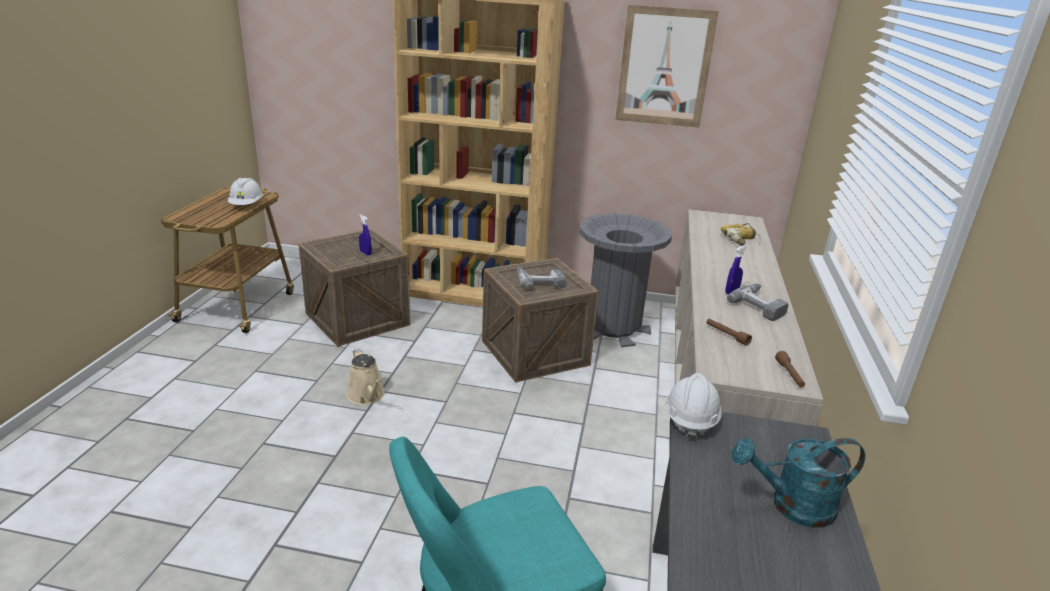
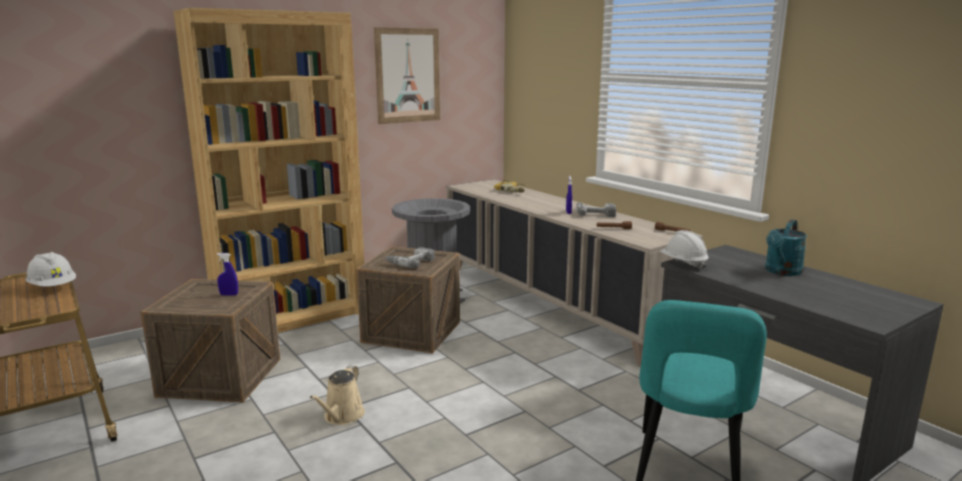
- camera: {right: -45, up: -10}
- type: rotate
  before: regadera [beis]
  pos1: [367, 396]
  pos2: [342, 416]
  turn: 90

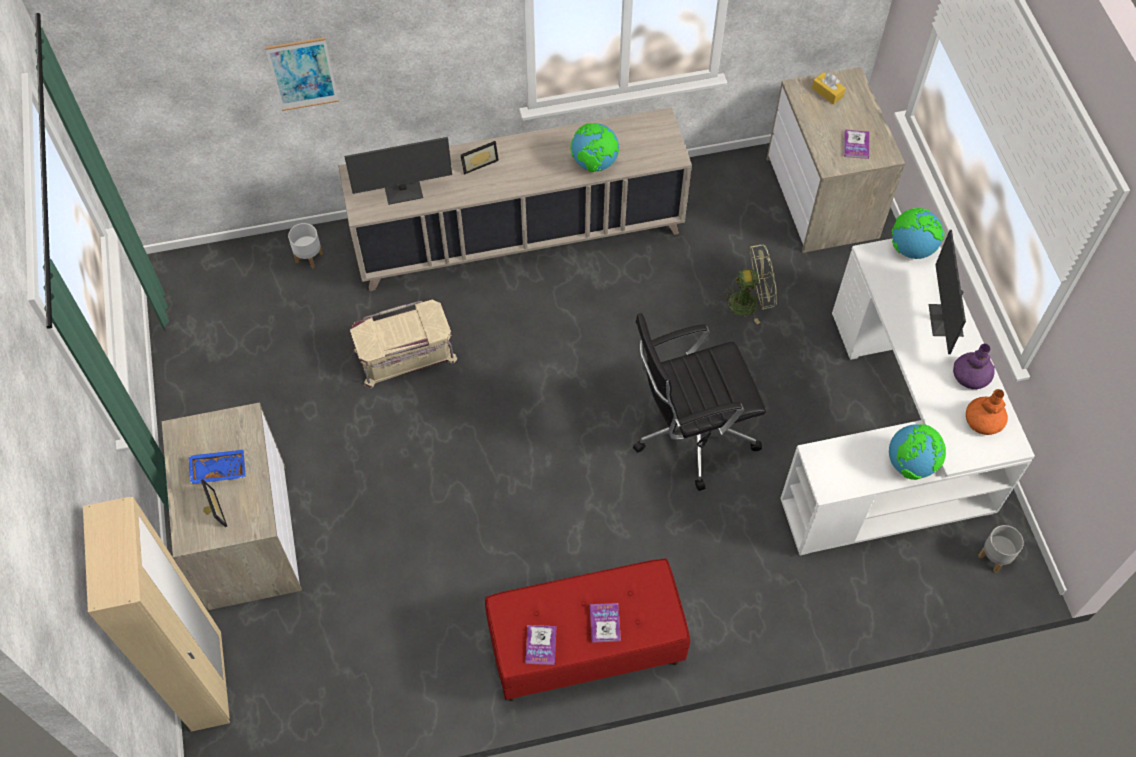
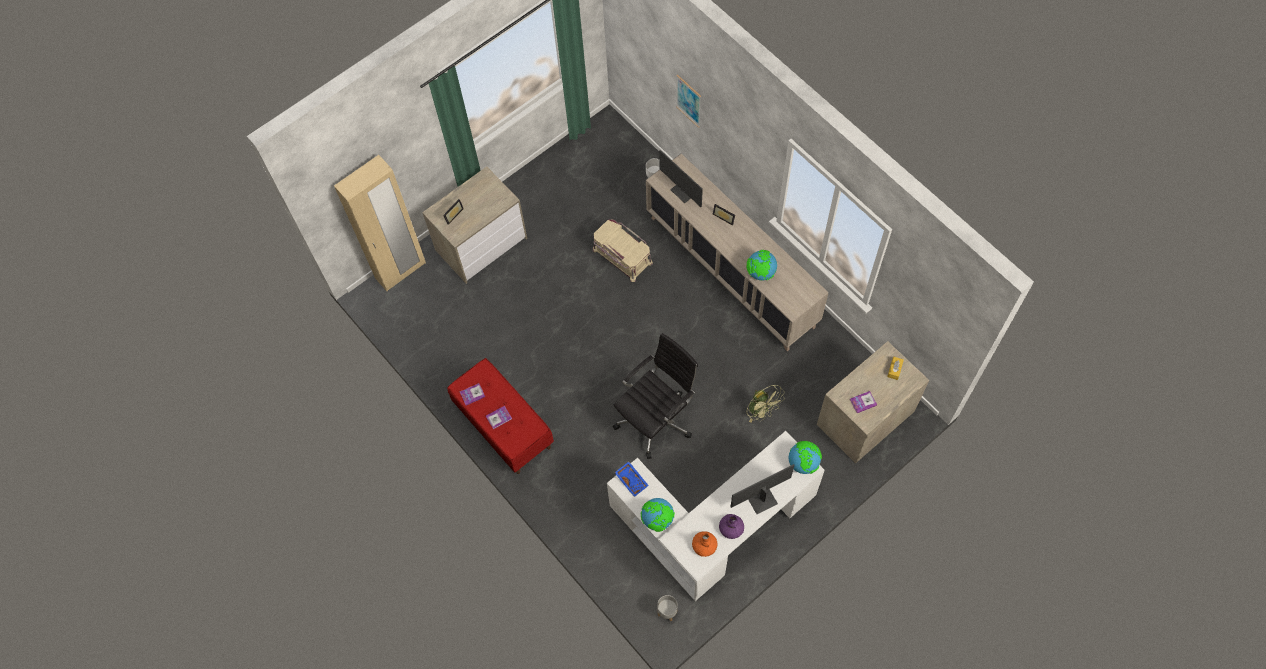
- camera: {right: 65, up: 5}
- type: rotate
  before: silla de oficina [negro]
  pos1: [690, 433]
  pos2: [656, 418]
  turn: 90
- type: move
  before: bandeja [azul]
  pos1: [218, 469]
  pos2: [632, 480]

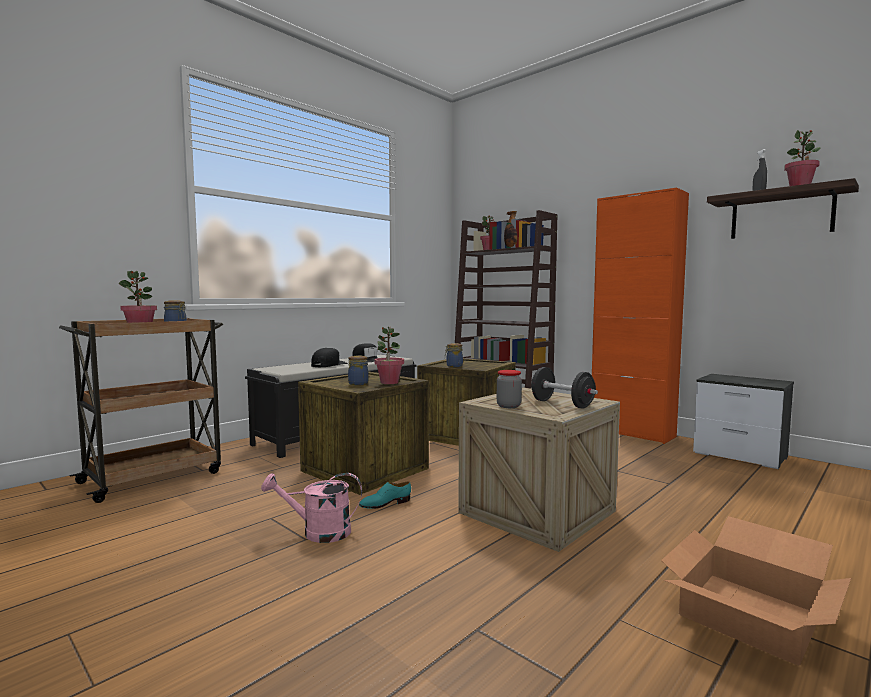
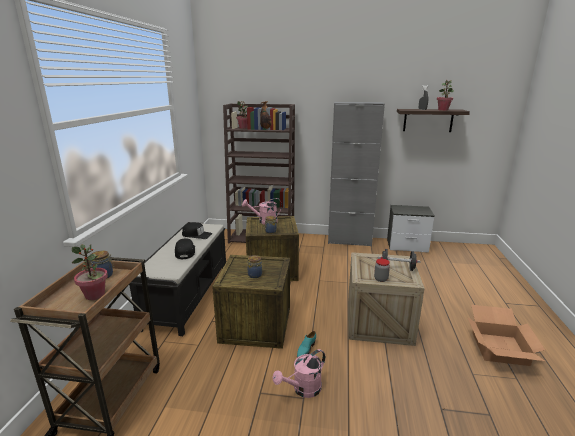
- camera: {right: -35, up: 15}
- type: recolor
  before: armario [naranja]
  after: armario [gris]
  pos1: [632, 433]
  pos2: [349, 241]
- type: delete
  before: planta en maceta
  pos1: [389, 382]
- type: insert
  after: regadera [rosa]
  pos2: [264, 221]

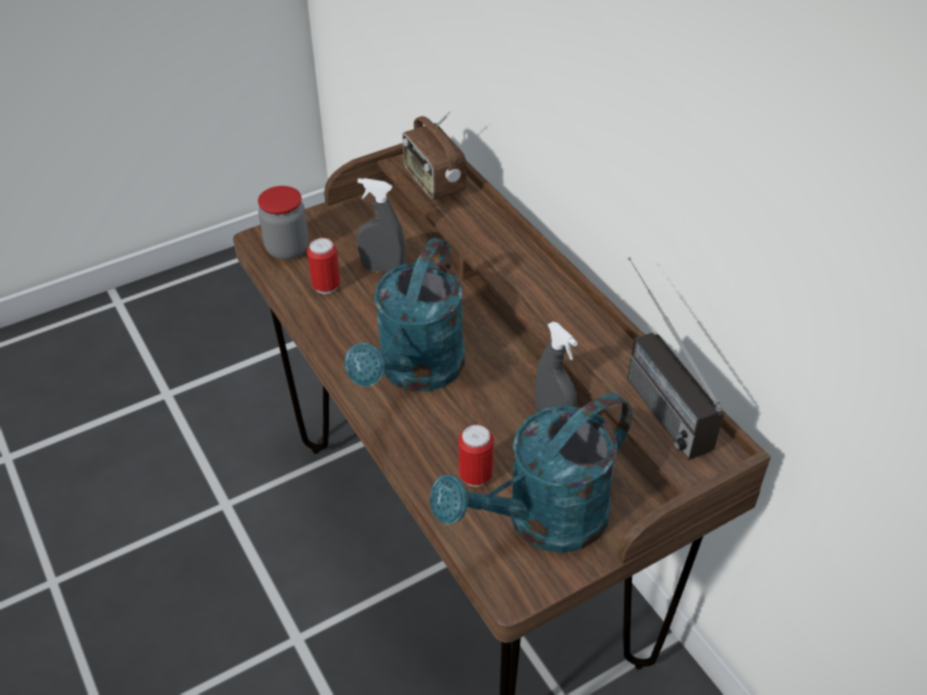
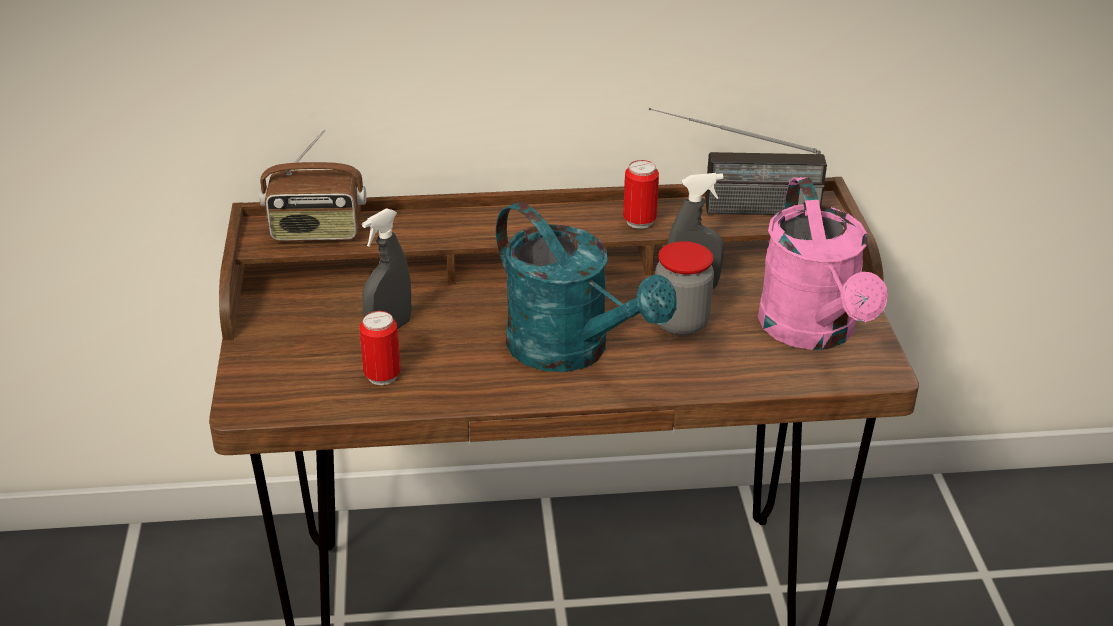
- camera: {right: -65, up: -10}
- type: move
  before: tarro
  pos1: [287, 249]
  pos2: [680, 323]
- type: recolor
  before: regadera [turquesa]
  after: regadera [rosa]
  pos1: [542, 522]
  pos2: [813, 332]
- type: move
  before: lata
  pos1: [475, 476]
  pos2: [639, 221]

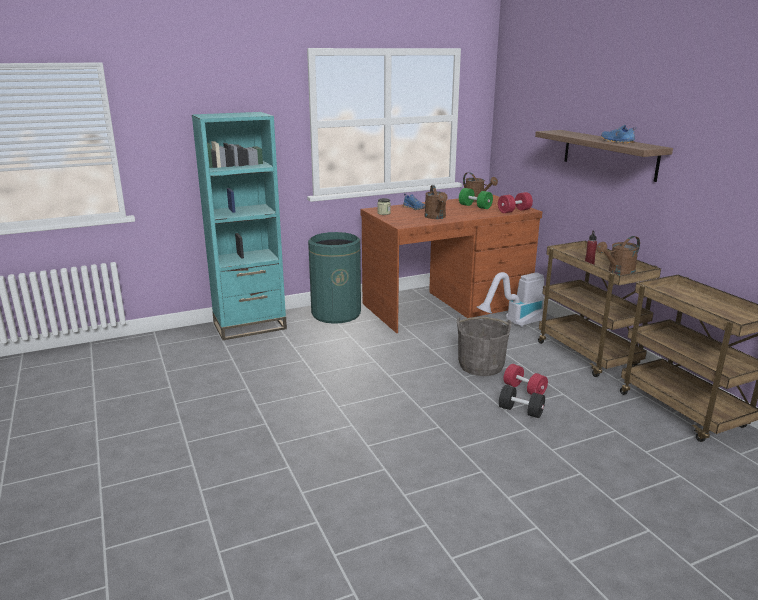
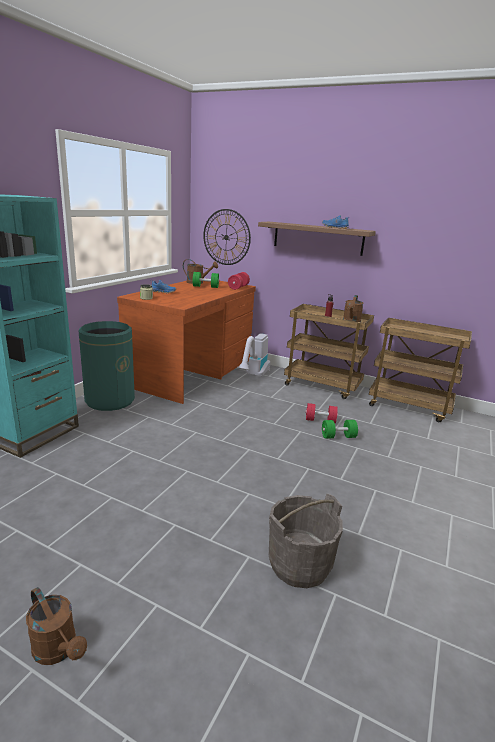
- camera: {right: -40, up: 0}
- type: move
  before: regadera [marrón]
  pos1: [436, 217]
  pos2: [59, 650]
- type: move
  before: cubo [gris]
  pos1: [481, 366]
  pos2: [299, 564]
- type: recolor
  before: mancuerna [negro]
  after: mancuerna [verde]
  pos1: [520, 411]
  pos2: [338, 436]
- type: insert
  after: reloj de pared
  pos2: [226, 237]

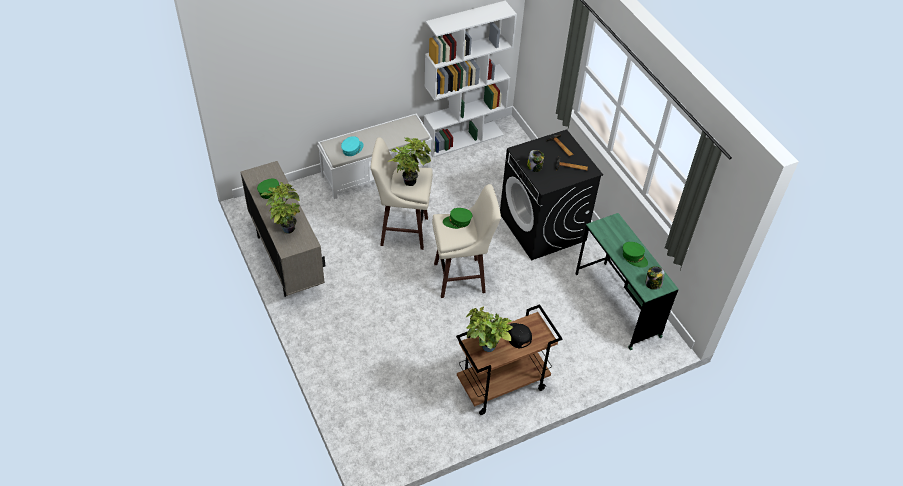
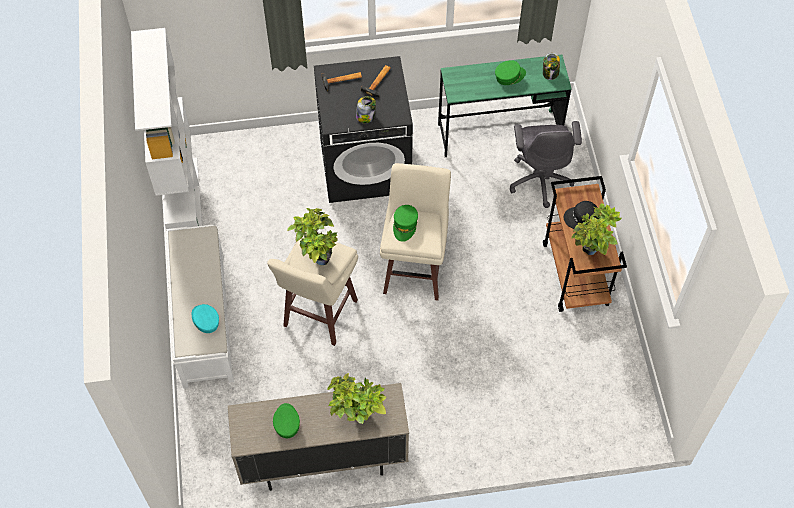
- camera: {right: -70, up: 10}
- type: insert
  after: silla de oficina [gris]
  pos2: [540, 179]

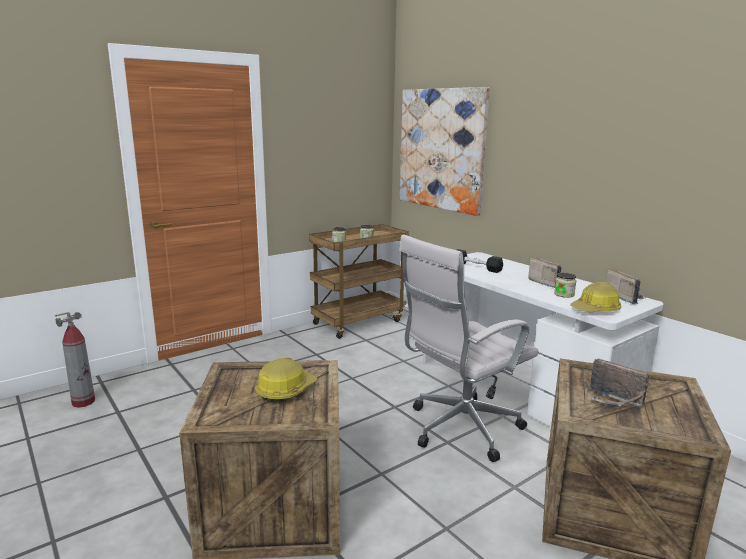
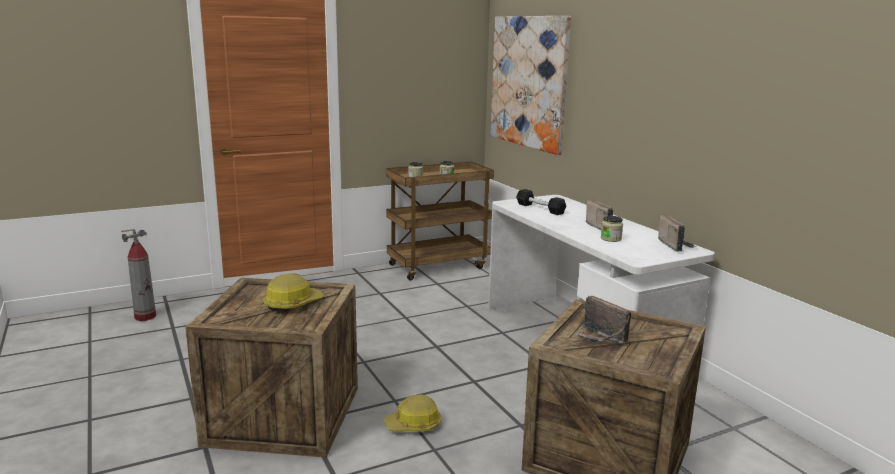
- camera: {right: 10, up: 0}
- type: delete
  before: silla de oficina [blanco]
  pos1: [459, 429]
- type: move
  before: casco
  pos1: [595, 310]
  pos2: [414, 425]

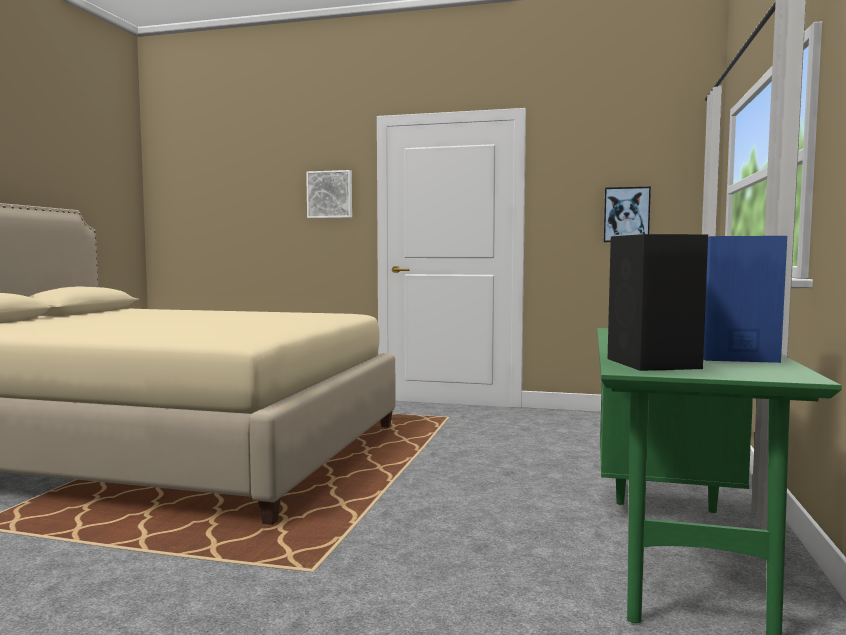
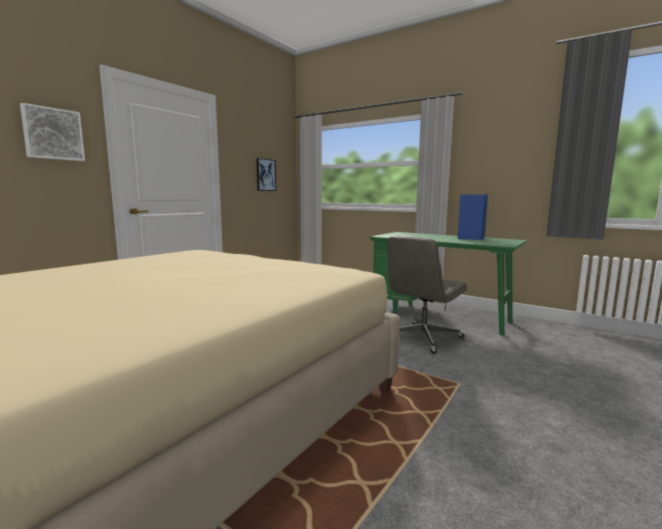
- camera: {right: -70, up: 5}
- type: delete
  before: altavoz [negro]
  pos1: [654, 364]
- type: insert
  after: silla de oficina [gris]
  pos2: [422, 338]

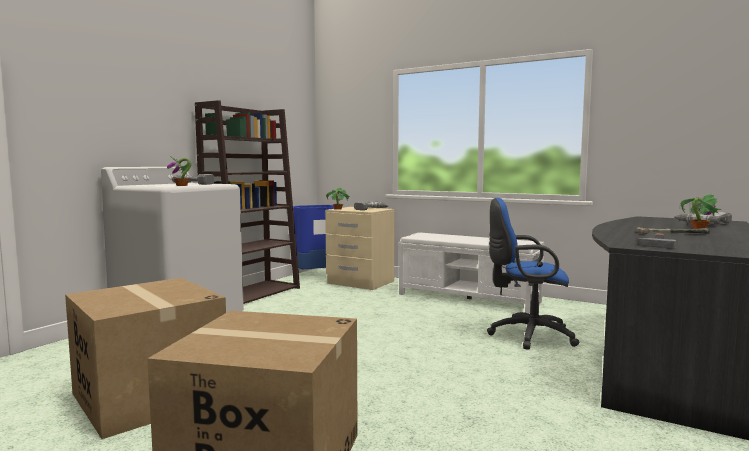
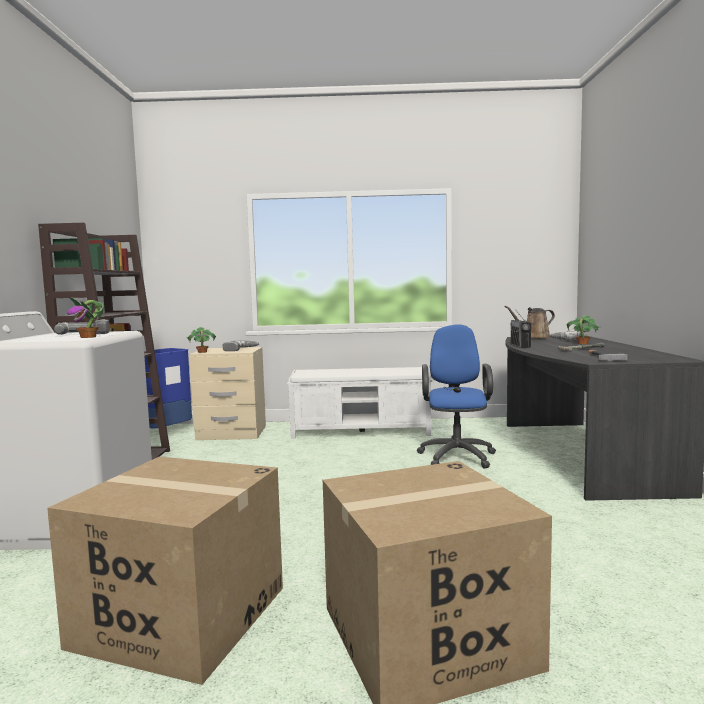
- camera: {right: -30, up: 0}
- type: rotate
  before: silla de oficina [azul]
  pos1: [527, 335]
  pos2: [456, 455]
  turn: 120
- type: insert
  after: regadera [marrón]
  pos2: [534, 338]
- type: insert
  after: radio
  pos2: [520, 346]

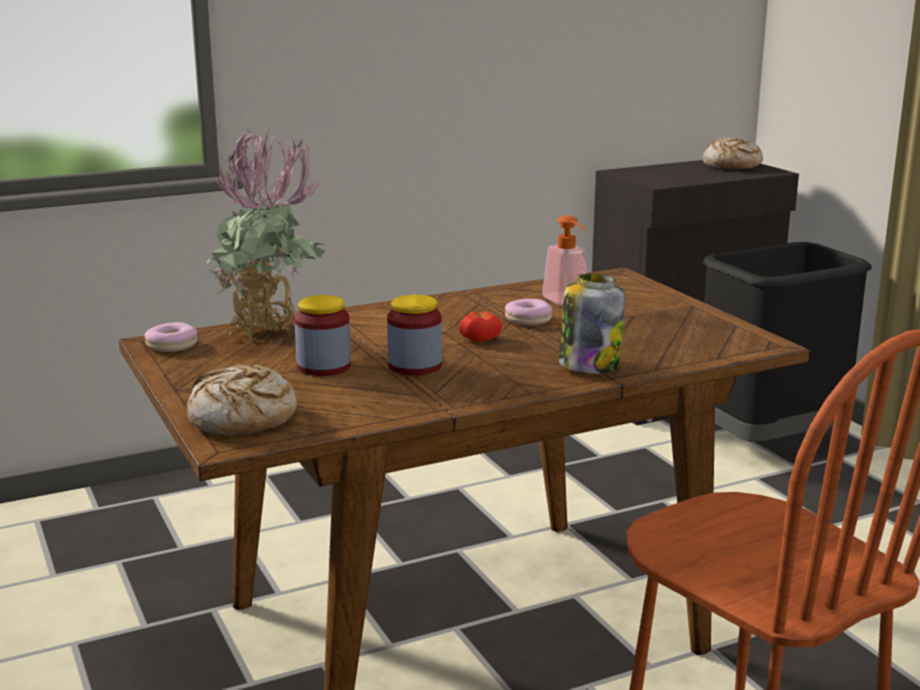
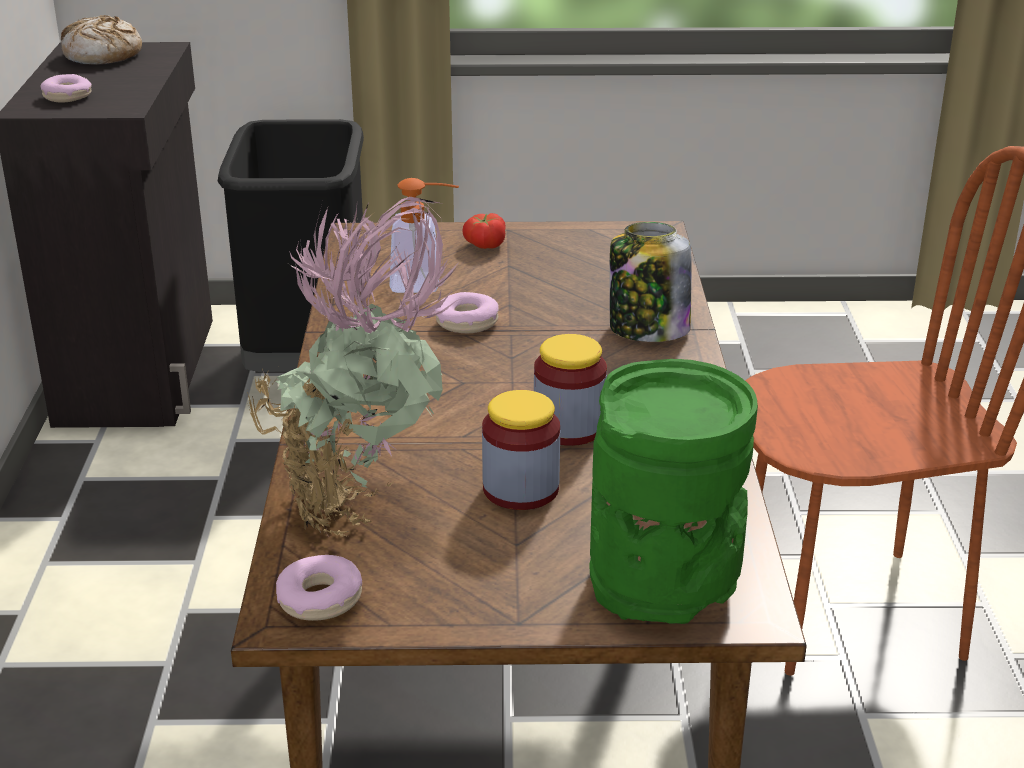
- camera: {right: -65, up: 10}
- type: move
  before: tomate
  pos1: [479, 338]
  pos2: [484, 245]
- type: replace
  before: pan
  after: florero [verde]
  pos1: [242, 418]
  pos2: [666, 583]
- type: insert
  after: rosquilla
  pos2: [67, 97]

